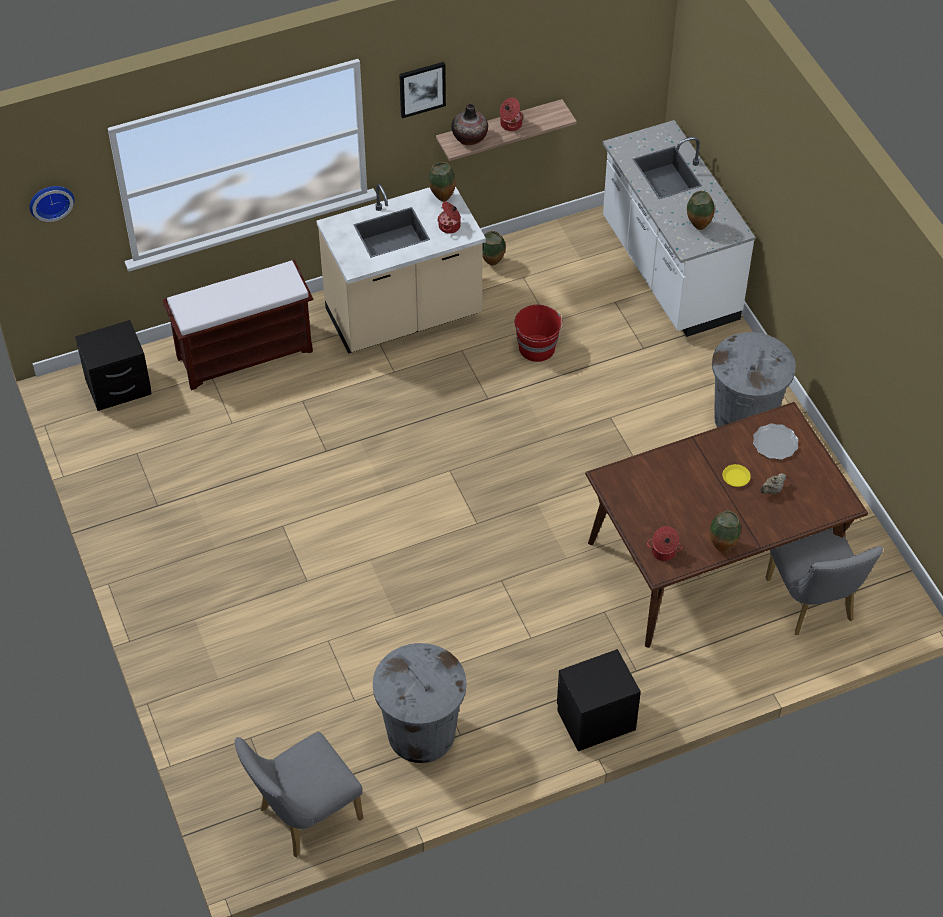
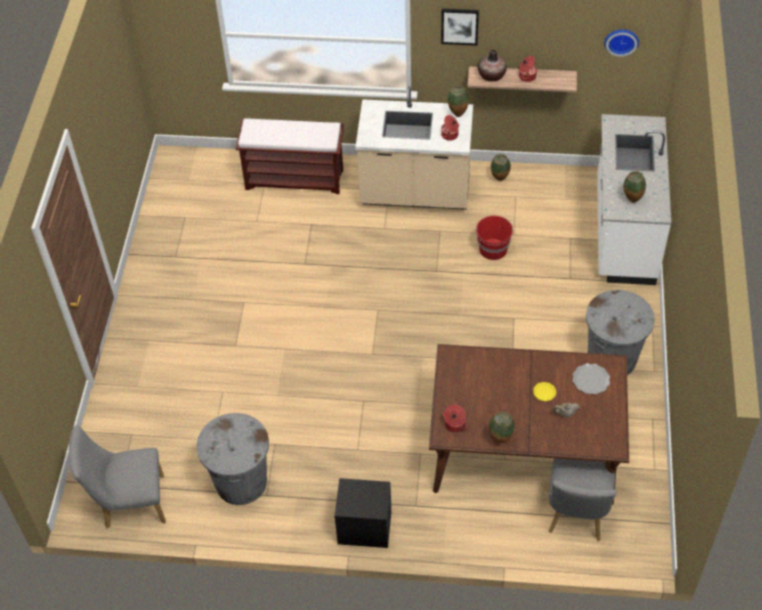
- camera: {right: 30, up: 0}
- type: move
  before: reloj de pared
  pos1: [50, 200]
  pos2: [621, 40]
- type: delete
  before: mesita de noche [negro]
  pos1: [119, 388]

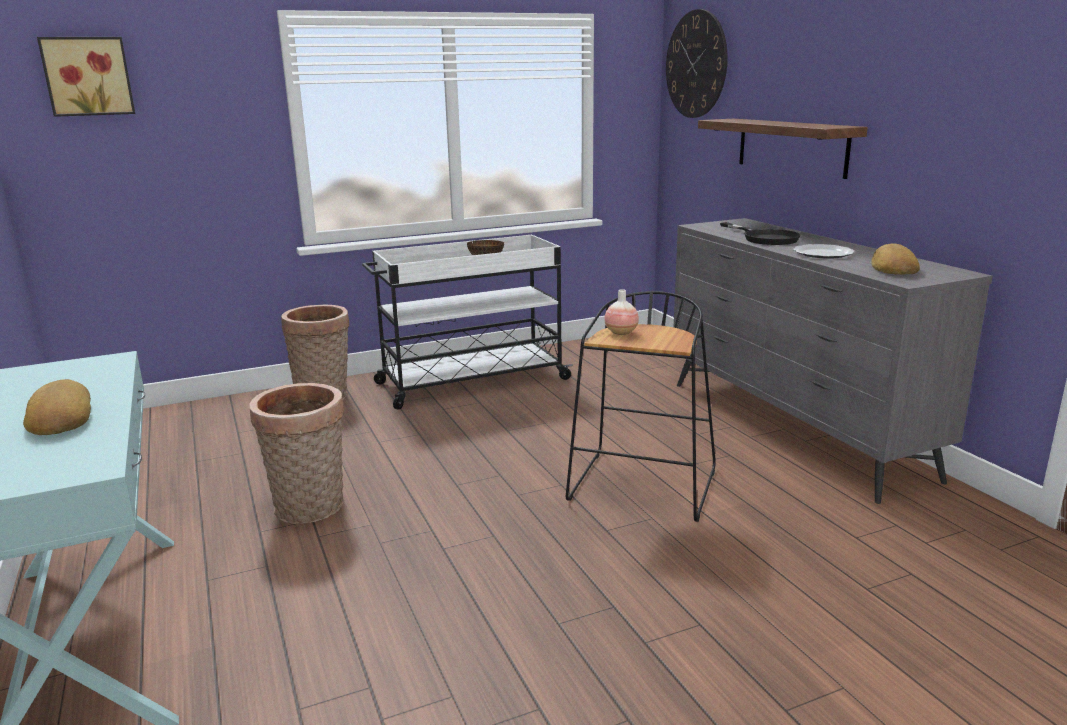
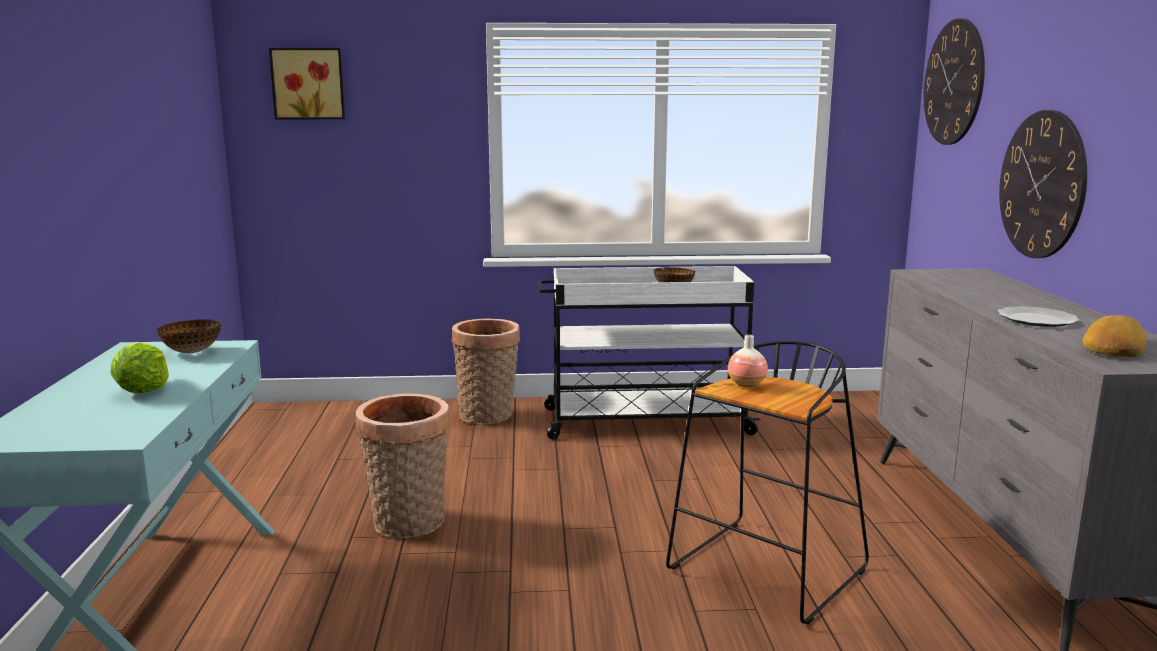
- camera: {right: 20, up: -5}
- type: replace
  before: estante
  after: reloj de pared
  pos1: [791, 146]
  pos2: [1042, 185]
- type: delete
  before: sartén [negro]
  pos1: [764, 238]
- type: replace
  before: pan
  after: lechuga
  pos1: [59, 418]
  pos2: [144, 390]
- type: insert
  after: cuenco
  pos2: [192, 351]

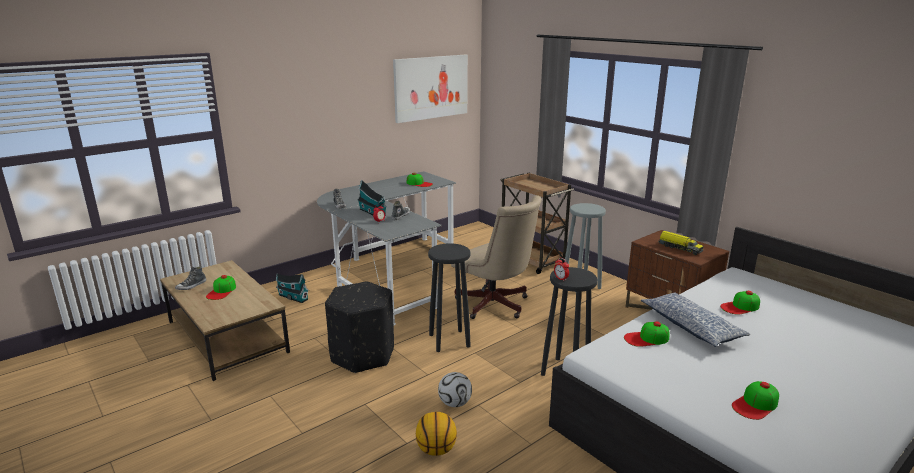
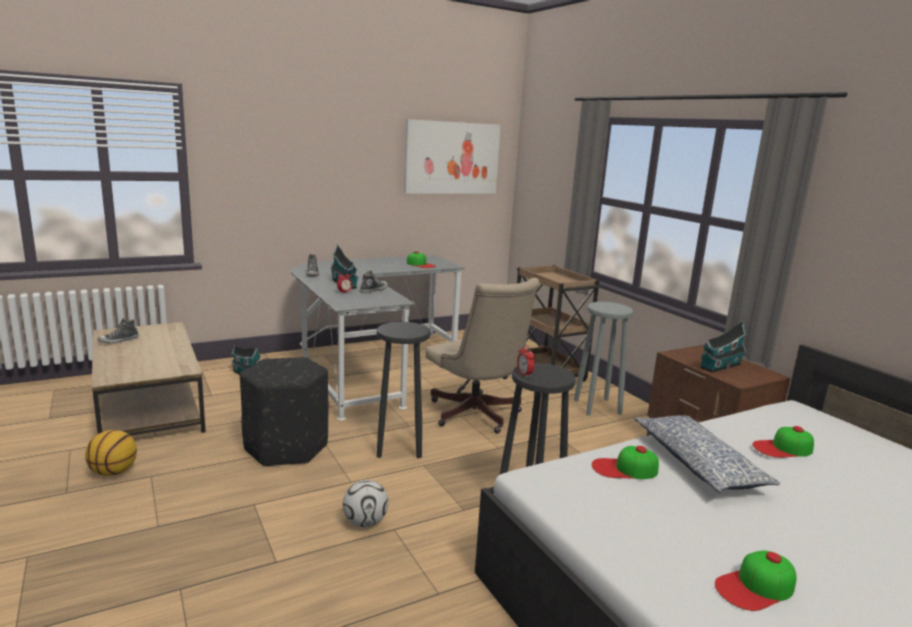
- camera: {right: 10, up: -5}
- type: replace
  before: camión de juguete
  after: casita
  pos1: [679, 248]
  pos2: [719, 366]
- type: delete
  before: gorra
  pos1: [221, 291]
- type: move
  before: balón de baloncesto
  pos1: [436, 450]
  pos2: [113, 472]

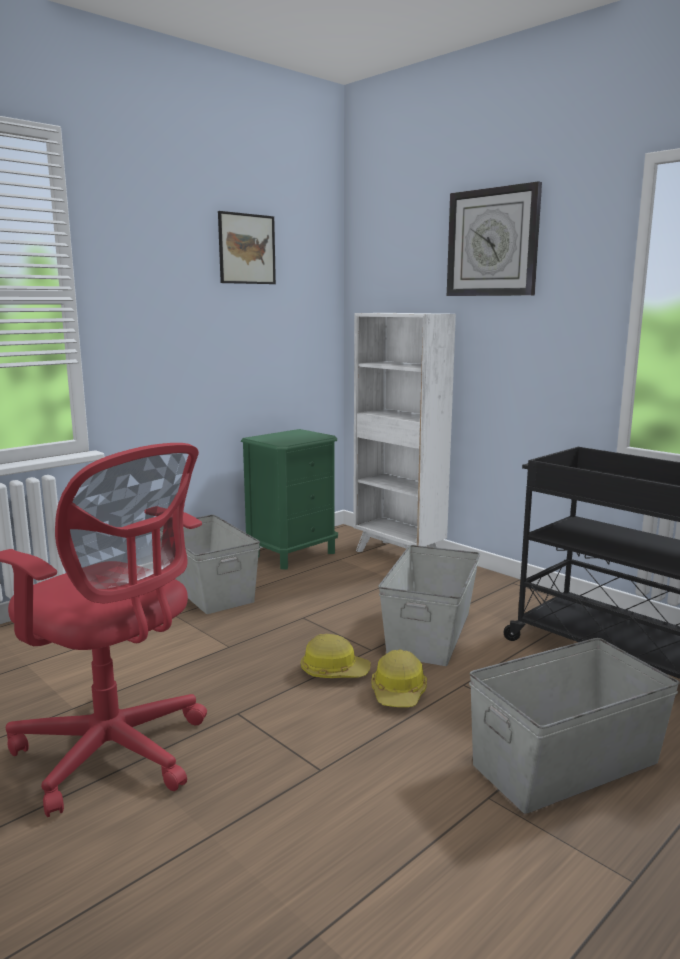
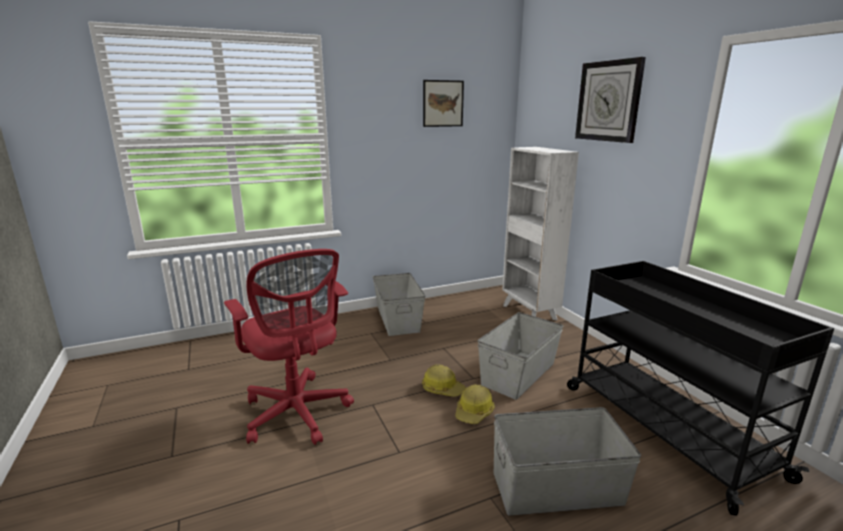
- camera: {right: 20, up: 5}
- type: delete
  before: mesita de noche [verde]
  pos1: [293, 554]

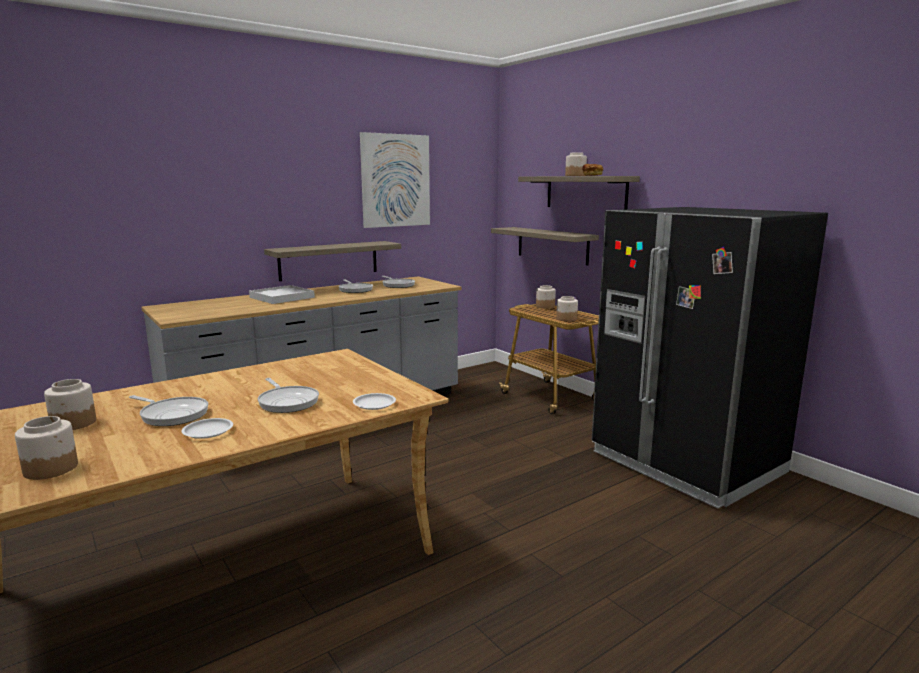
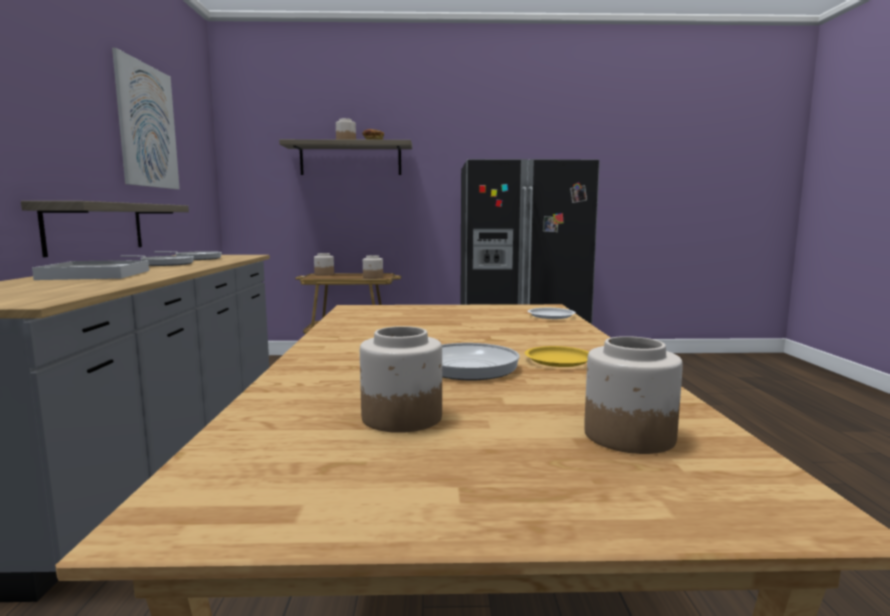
- camera: {right: -55, up: -5}
- type: delete
  before: estante
  pos1: [552, 245]
- type: delete
  before: sartén
  pos1: [287, 402]
- type: recolor
  before: plato [blanco]
  after: plato [amarillo]
  pos1: [208, 431]
  pos2: [558, 360]

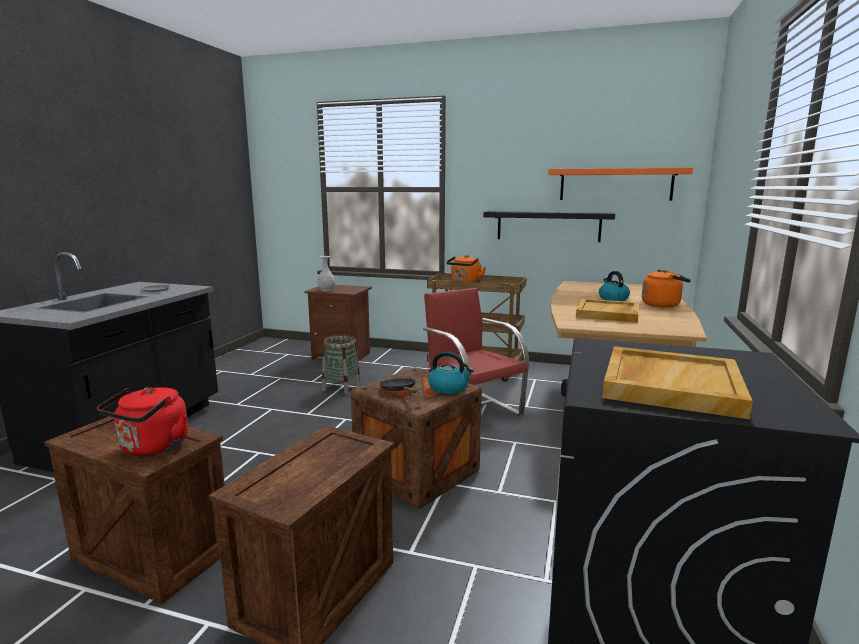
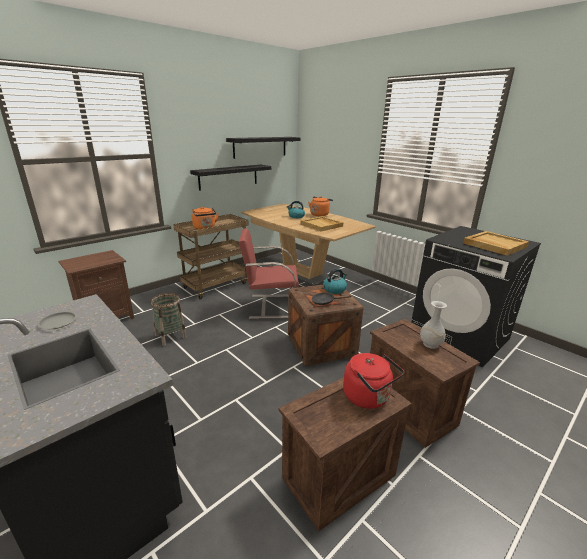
- camera: {right: -60, up: 10}
- type: recolor
  before: estante [naranja]
  after: estante [negro]
  pos1: [615, 184]
  pos2: [260, 147]
- type: move
  before: florero [blanco]
  pos1: [326, 290]
  pos2: [430, 344]

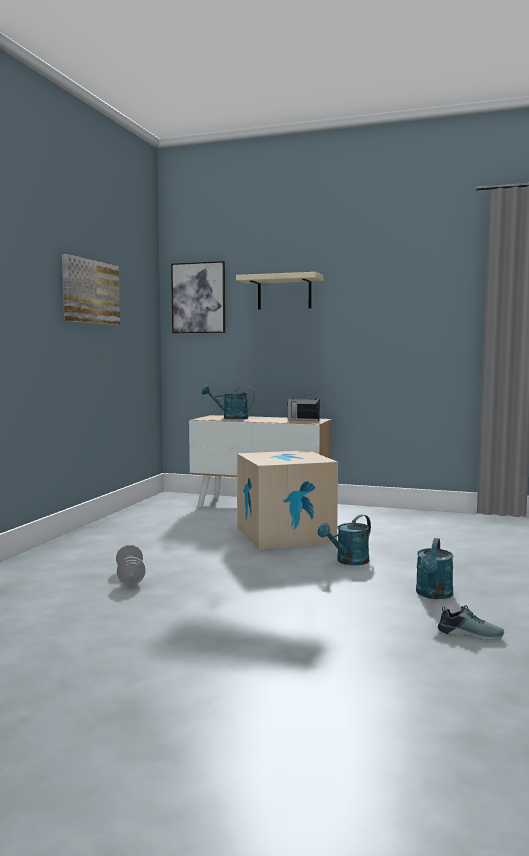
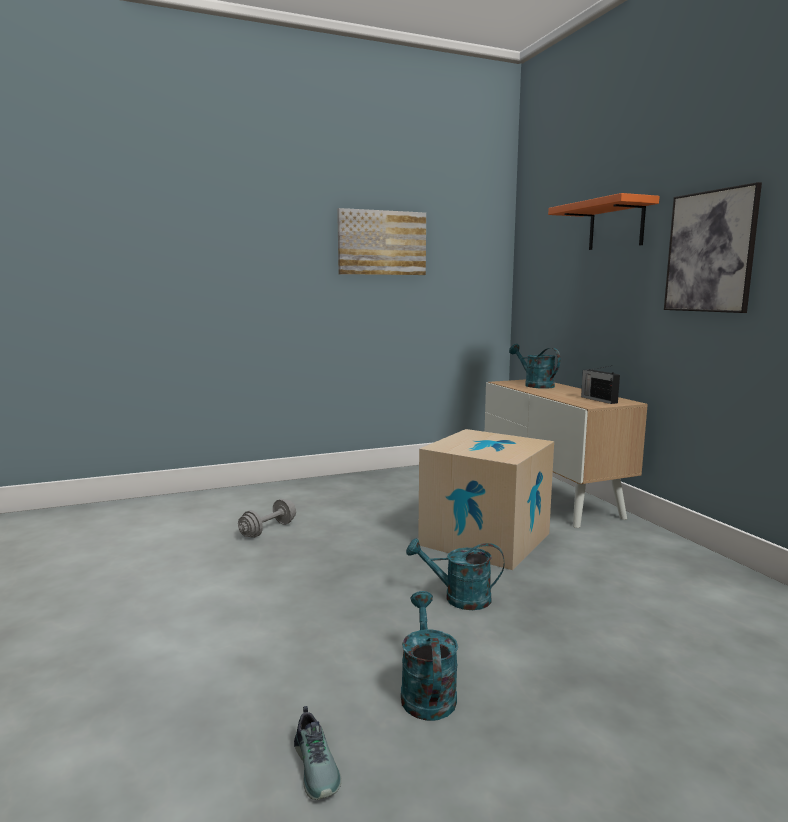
- camera: {right: 50, up: 5}
- type: move
  before: cuadro
  pos1: [198, 298]
  pos2: [710, 252]
- type: recolor
  before: estante [beis]
  after: estante [naranja]
  pos1: [284, 293]
  pos2: [616, 225]
- type: rotate
  before: regadera [turquesa]
  pos1: [433, 595]
  pos2: [426, 691]
  turn: 105

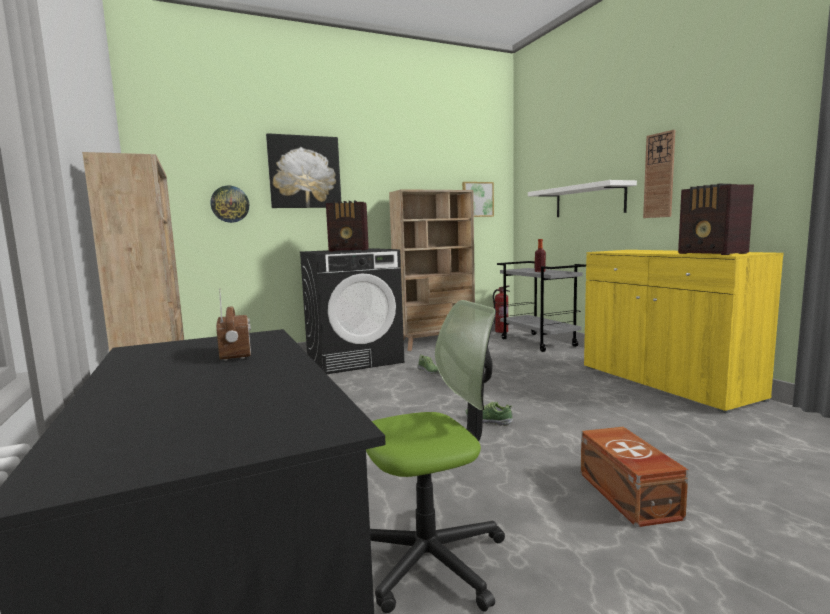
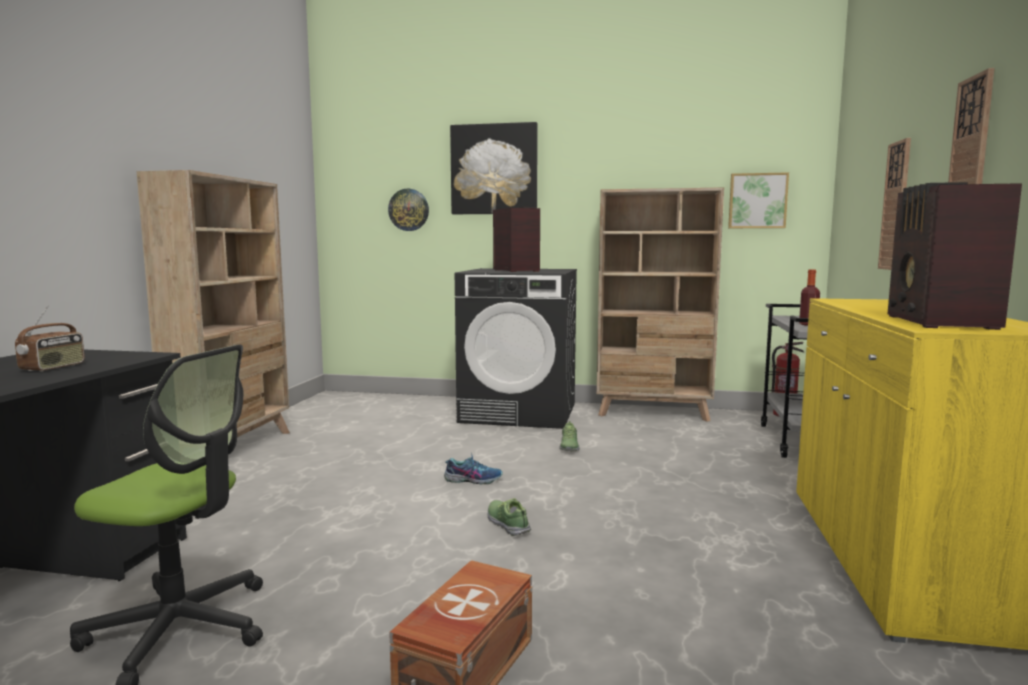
- camera: {right: 35, up: 0}
- type: replace
  before: estante [blanco]
  after: reloj de pared
  pos1: [589, 201]
  pos2: [895, 206]
- type: rotate
  before: radio
  pos1: [349, 250]
  pos2: [516, 270]
  turn: -150
- type: insert
  after: zapato
  pos2: [473, 479]

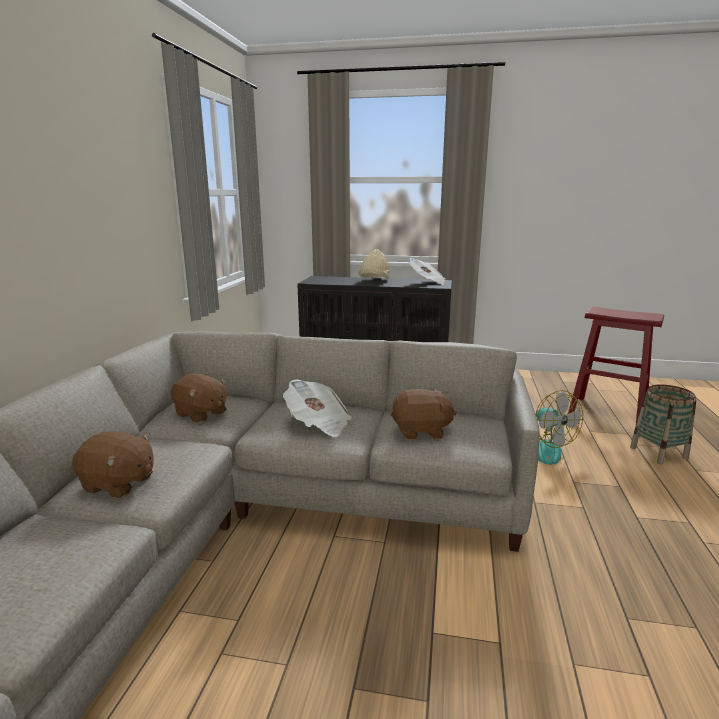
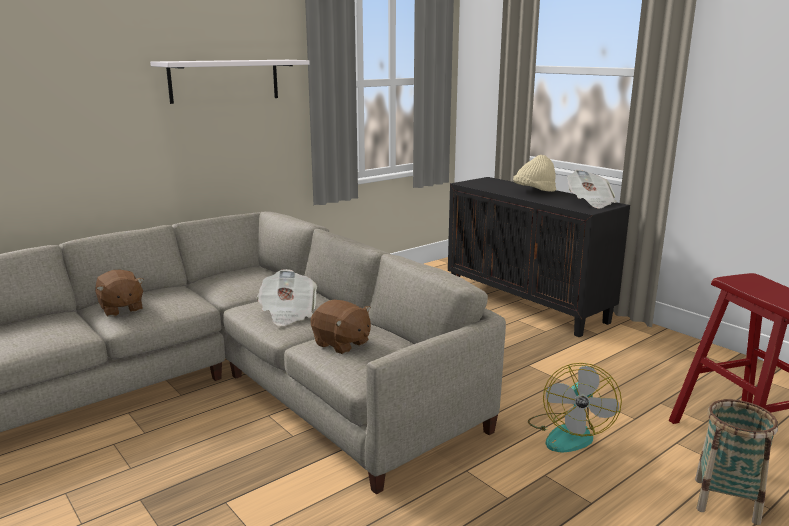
- camera: {right: 40, up: 0}
- type: delete
  before: peluche [marrón]
  pos1: [201, 414]
- type: insert
  after: estante [blanco]
  pos2: [224, 80]

